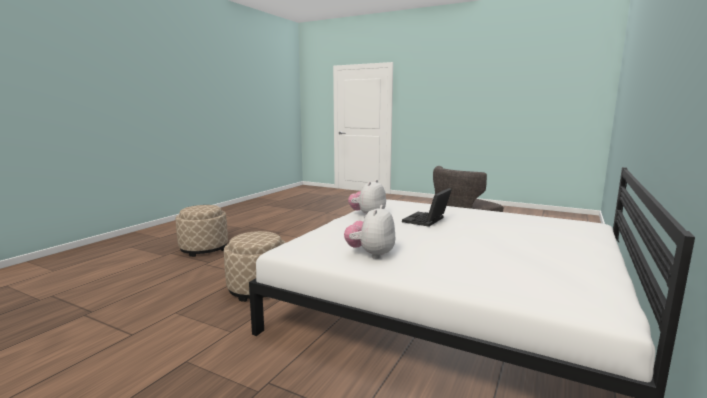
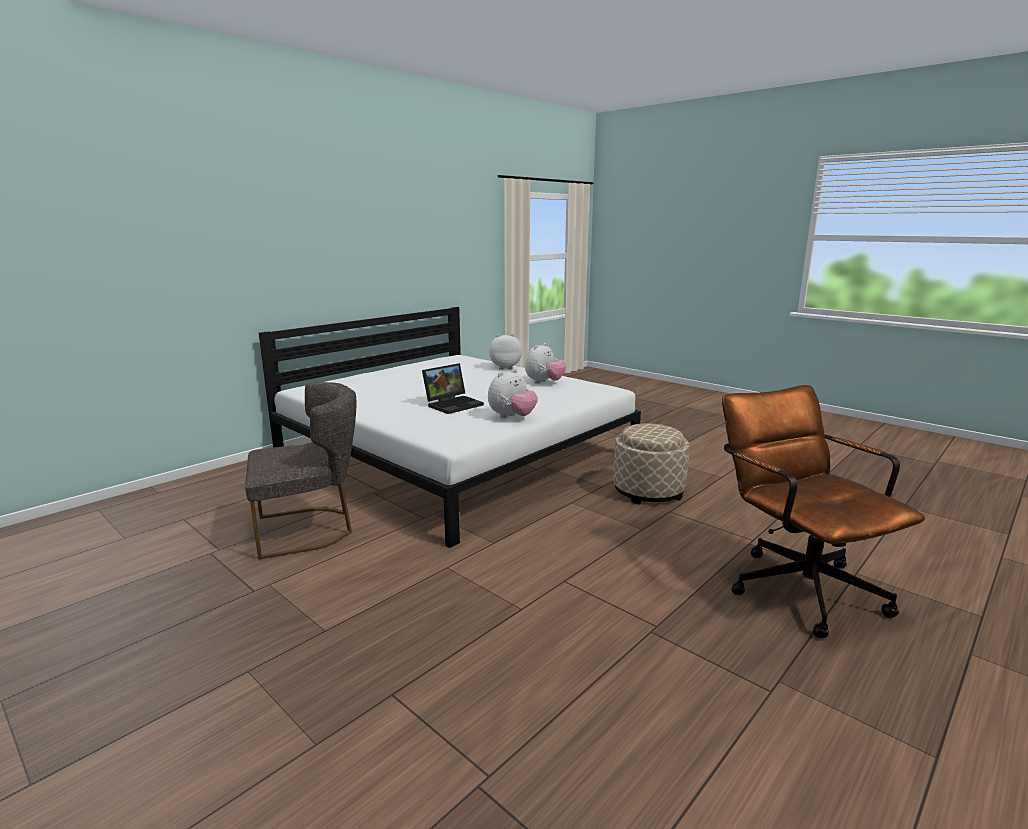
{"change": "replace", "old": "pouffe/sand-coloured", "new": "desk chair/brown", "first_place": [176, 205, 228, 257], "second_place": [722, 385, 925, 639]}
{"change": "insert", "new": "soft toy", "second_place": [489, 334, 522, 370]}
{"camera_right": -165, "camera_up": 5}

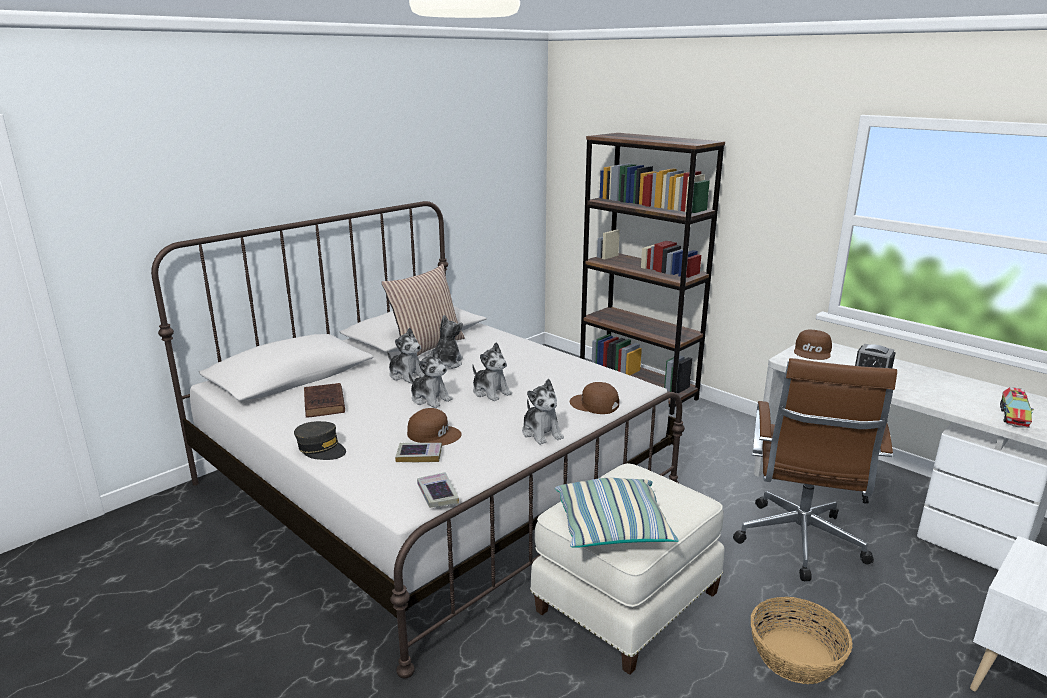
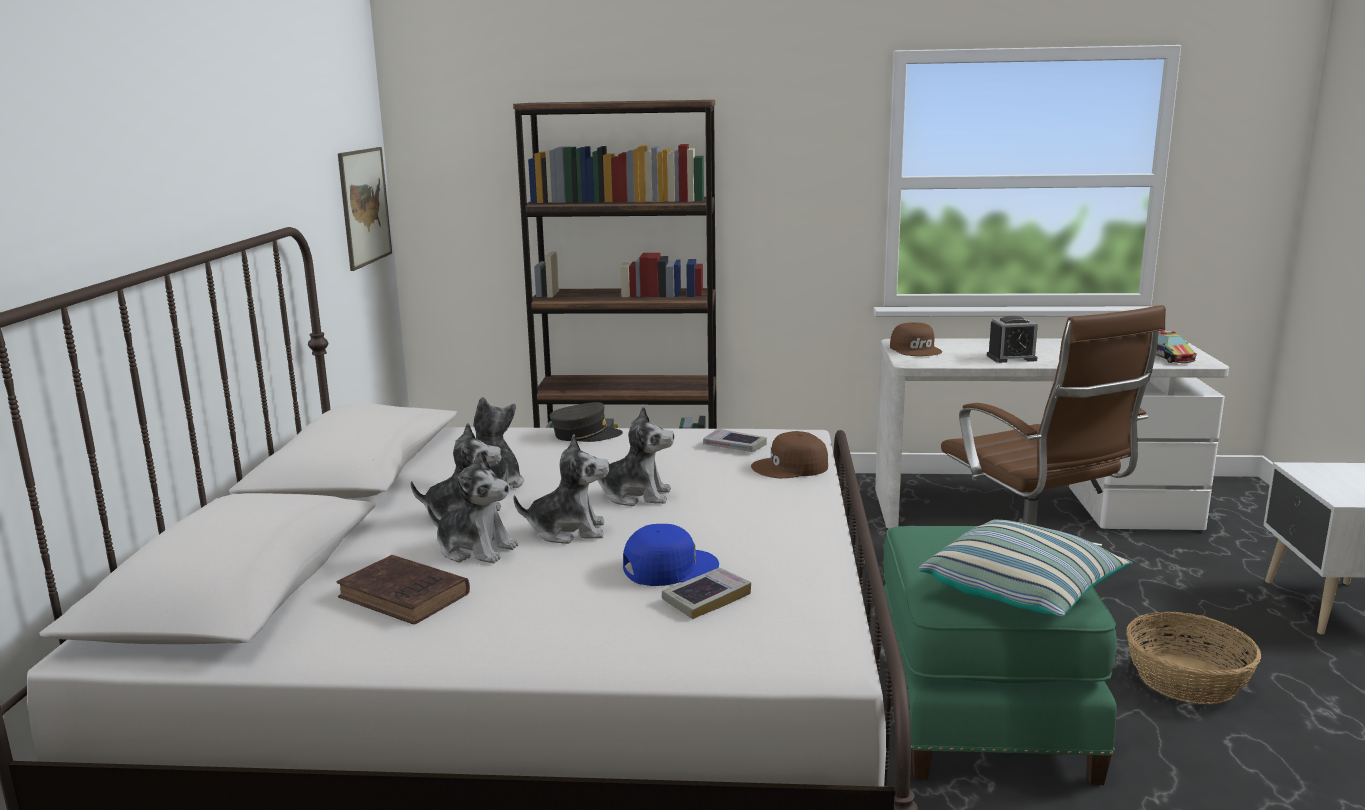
{"change": "move", "old": "cap/greyish", "first_place": [294, 421, 346, 460], "second_place": [550, 402, 623, 442]}
{"change": "delete", "old": "cushion", "first_place": [381, 264, 465, 356]}
{"change": "recolor", "old": "cap/brown", "new": "cap/bluish", "first_place": [407, 408, 462, 446], "second_place": [623, 524, 719, 586]}
{"change": "move", "old": "book", "first_place": [417, 472, 459, 508], "second_place": [703, 428, 767, 452]}
{"change": "move", "old": "soft toy", "first_place": [522, 379, 564, 445], "second_place": [427, 451, 518, 563]}
{"change": "recolor", "old": "pouffe/white", "new": "pouffe/green-coloured", "first_place": [530, 463, 724, 675], "second_place": [882, 526, 1117, 785]}
{"change": "insert", "new": "wall picture", "second_place": [338, 147, 392, 271]}
{"camera_right": -40, "camera_up": -5}

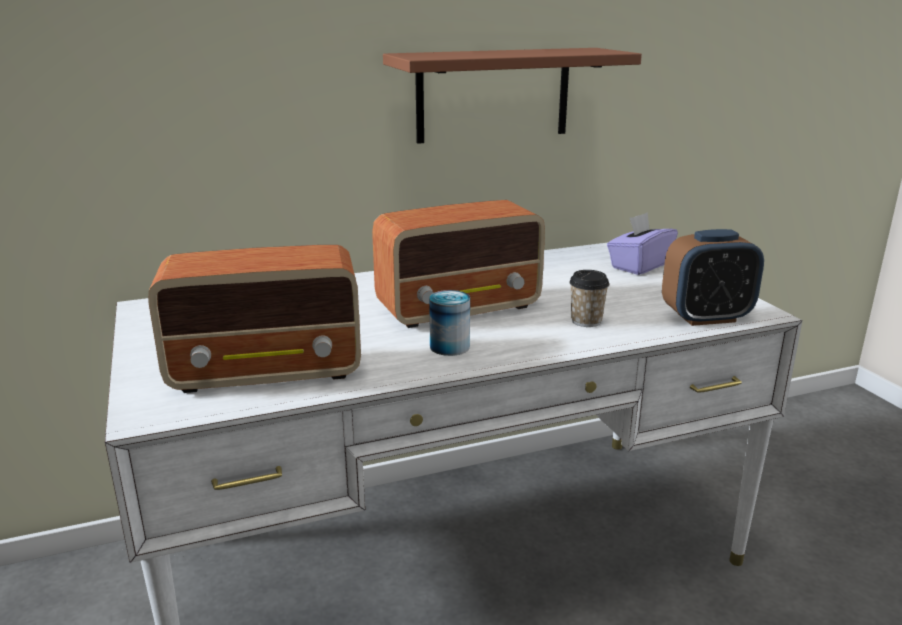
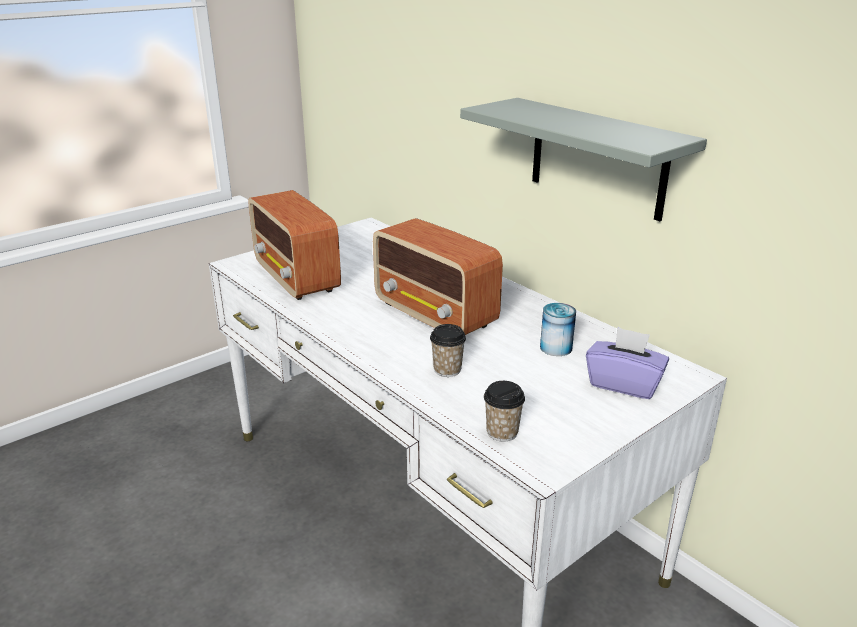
{"change": "recolor", "old": "wall shelf/brown", "new": "wall shelf/greyish", "first_place": [383, 48, 642, 144], "second_place": [460, 98, 707, 221]}
{"change": "move", "old": "metal can", "first_place": [429, 290, 470, 356], "second_place": [540, 303, 576, 356]}
{"change": "replace", "old": "alarm clock", "new": "small cup", "first_place": [662, 229, 764, 326], "second_place": [484, 381, 525, 442]}
{"camera_right": 70, "camera_up": 5}

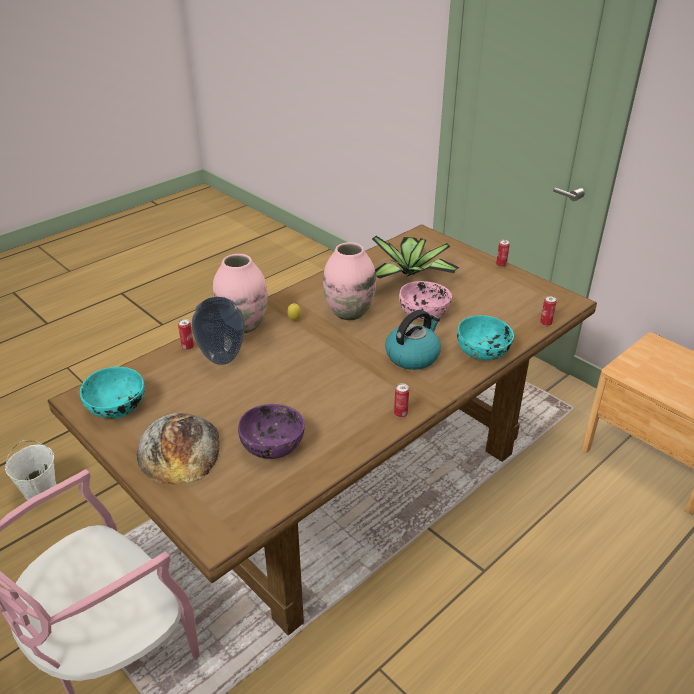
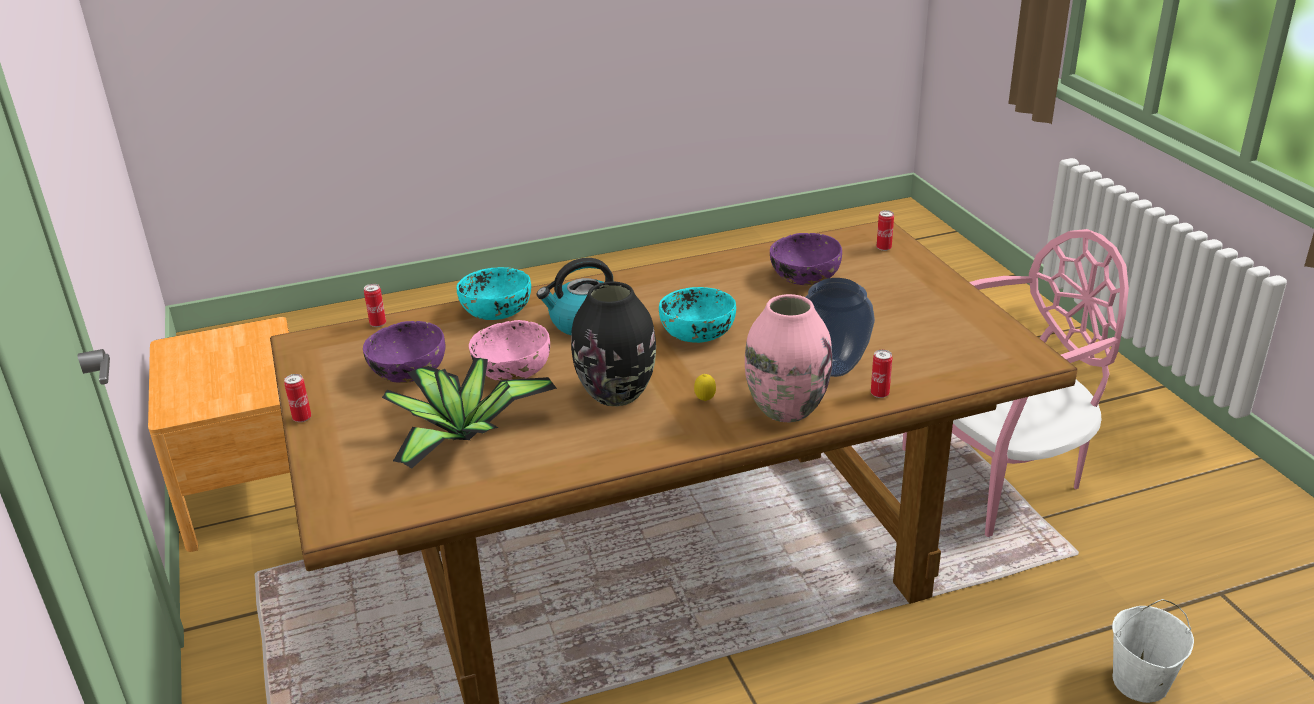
{"change": "move", "old": "bowl/turquoise", "first_place": [80, 367, 145, 419], "second_place": [659, 287, 736, 343]}
{"change": "delete", "old": "baked bread", "first_place": [137, 413, 220, 484]}
{"change": "recolor", "old": "decorative vase/pinkish", "new": "decorative vase/blackish", "first_place": [323, 242, 376, 321], "second_place": [571, 282, 656, 406]}
{"change": "move", "old": "metal can", "first_place": [394, 383, 409, 418], "second_place": [876, 210, 894, 251]}
{"change": "insert", "new": "bowl/purple-coloured", "second_place": [363, 321, 445, 383]}
{"camera_right": -155, "camera_up": -5}

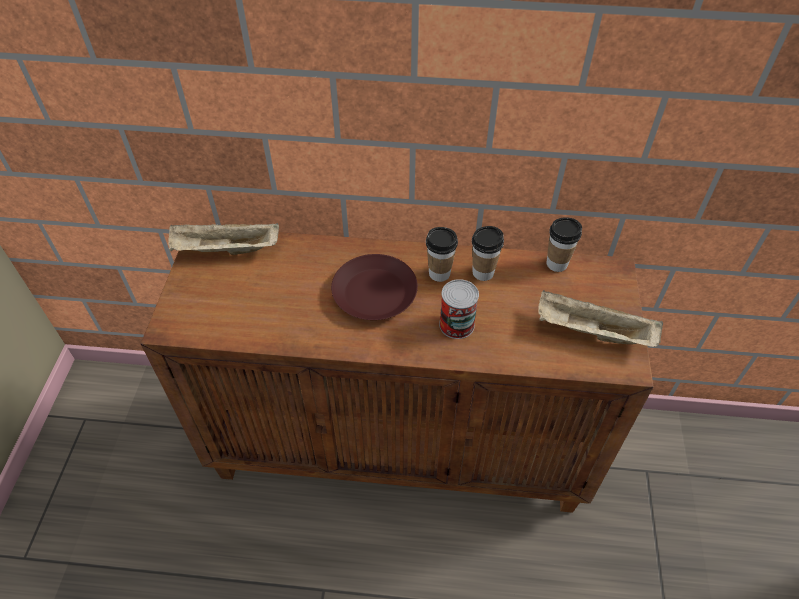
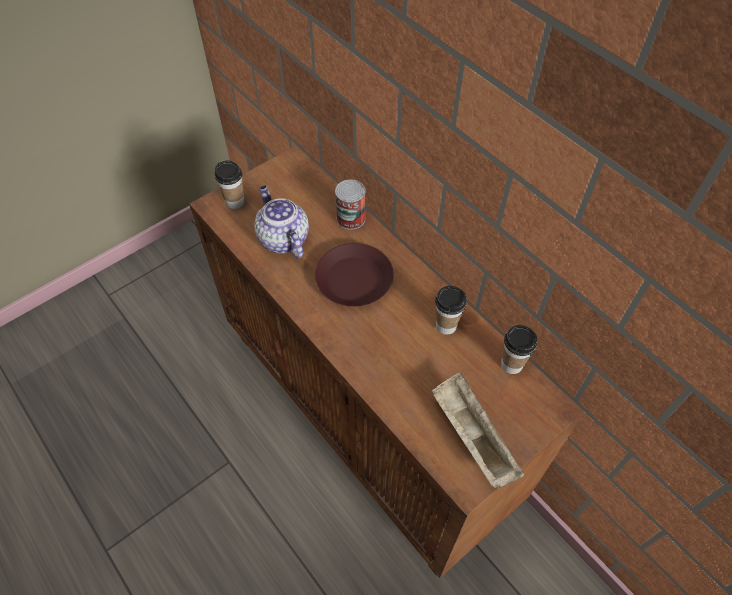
{"change": "delete", "old": "carrying tray/sand-coloured", "first_place": [168, 223, 279, 255]}
{"change": "move", "old": "small cup", "first_place": [426, 227, 458, 282], "second_place": [215, 160, 244, 209]}
{"change": "move", "old": "metal can", "first_place": [439, 279, 479, 339], "second_place": [335, 179, 366, 230]}
{"change": "insert", "new": "pot for tea", "second_place": [254, 185, 309, 259]}
{"camera_right": 45, "camera_up": 5}

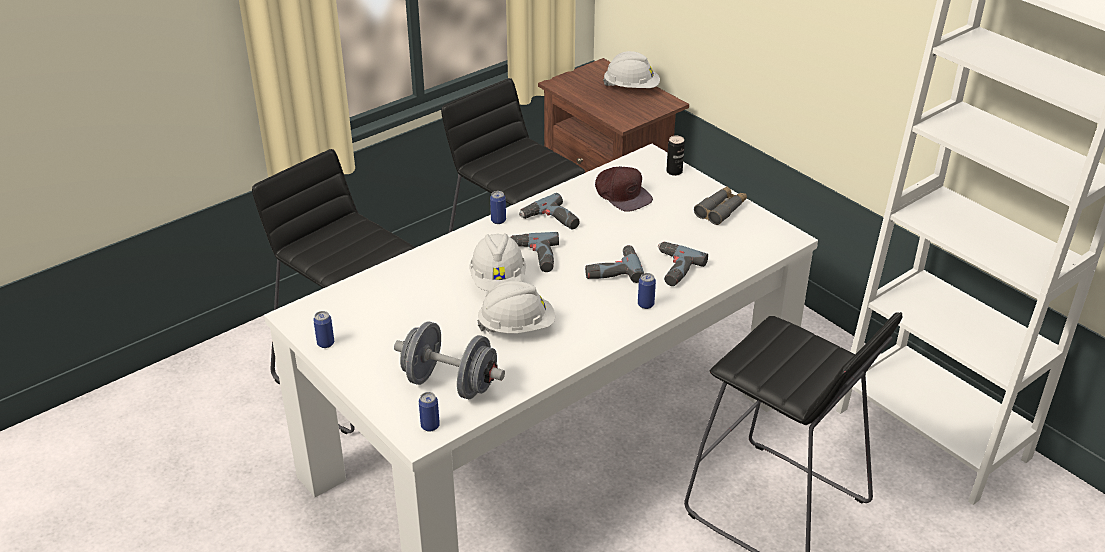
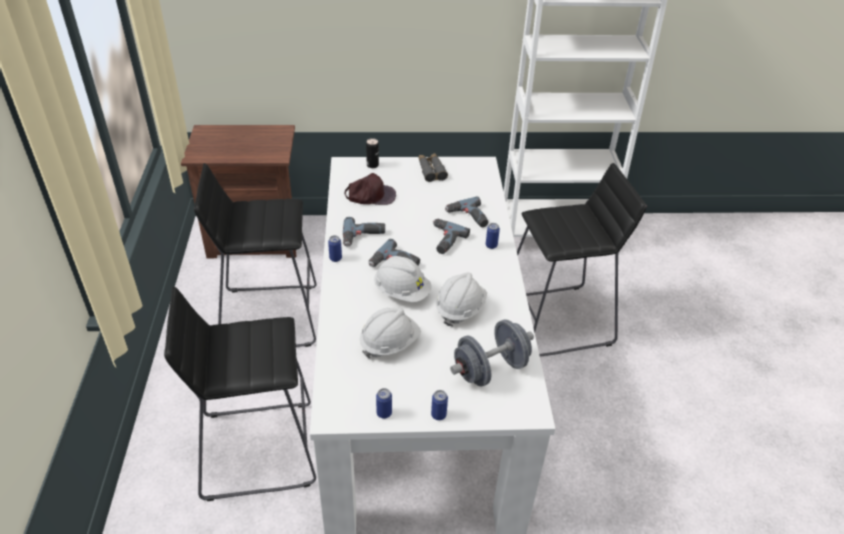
{"change": "move", "old": "metal can", "first_place": [419, 392, 440, 432], "second_place": [431, 390, 448, 420]}
{"change": "move", "old": "safety helmet/white", "first_place": [603, 51, 660, 88], "second_place": [360, 308, 421, 359]}
{"camera_right": -55, "camera_up": 5}

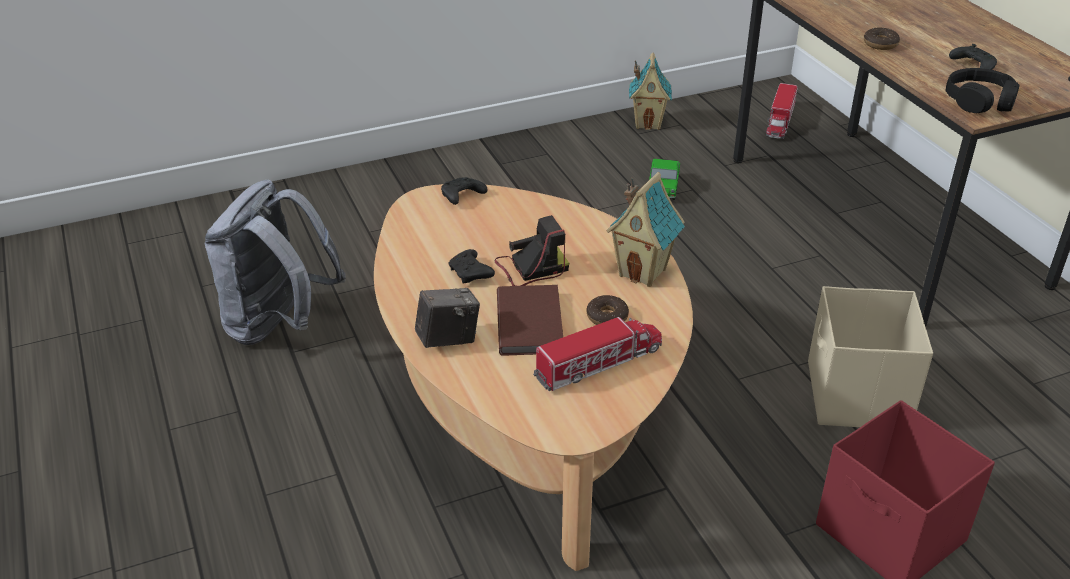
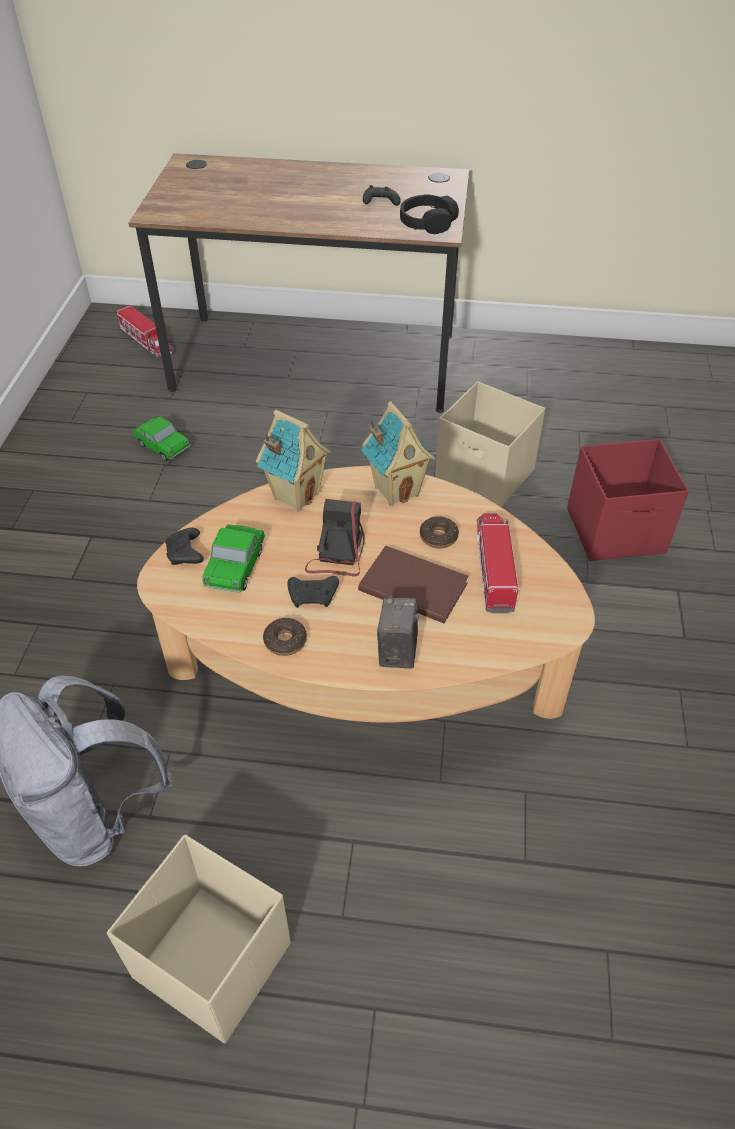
{"change": "move", "old": "model house", "first_place": [629, 53, 672, 130], "second_place": [256, 410, 331, 512]}
{"change": "move", "old": "donut", "first_place": [864, 28, 900, 50], "second_place": [263, 618, 307, 656]}
{"change": "insert", "new": "storage box/sand-coloured", "second_place": [107, 834, 291, 1044]}
{"change": "insert", "new": "model car", "second_place": [202, 524, 265, 593]}
{"camera_right": -60, "camera_up": 10}

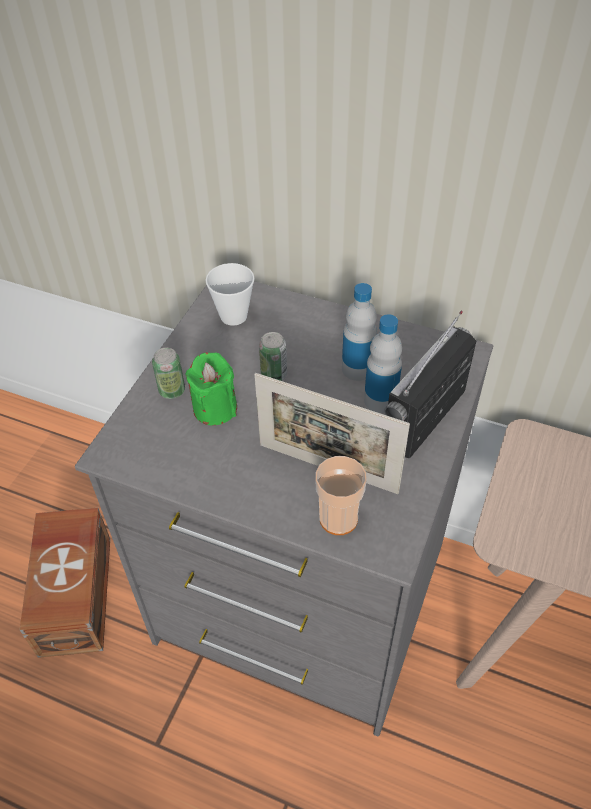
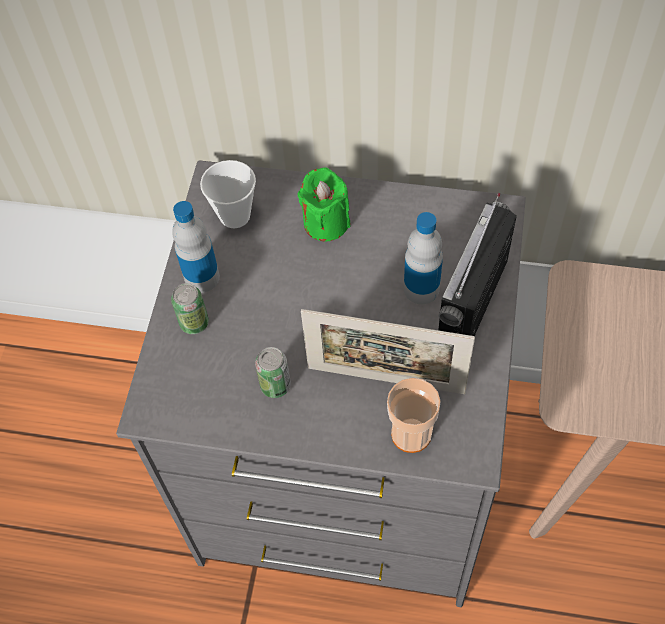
{"change": "delete", "old": "storage box/brown", "first_place": [20, 508, 110, 658]}
{"change": "move", "old": "candle/green-coloured", "first_place": [185, 352, 237, 425], "second_place": [298, 167, 351, 242]}
{"change": "move", "old": "metal can", "first_place": [259, 332, 287, 381], "second_place": [255, 347, 291, 398]}
{"change": "move", "old": "bottle", "first_place": [342, 283, 377, 381], "second_place": [172, 201, 220, 293]}
{"camera_right": -10, "camera_up": 10}

